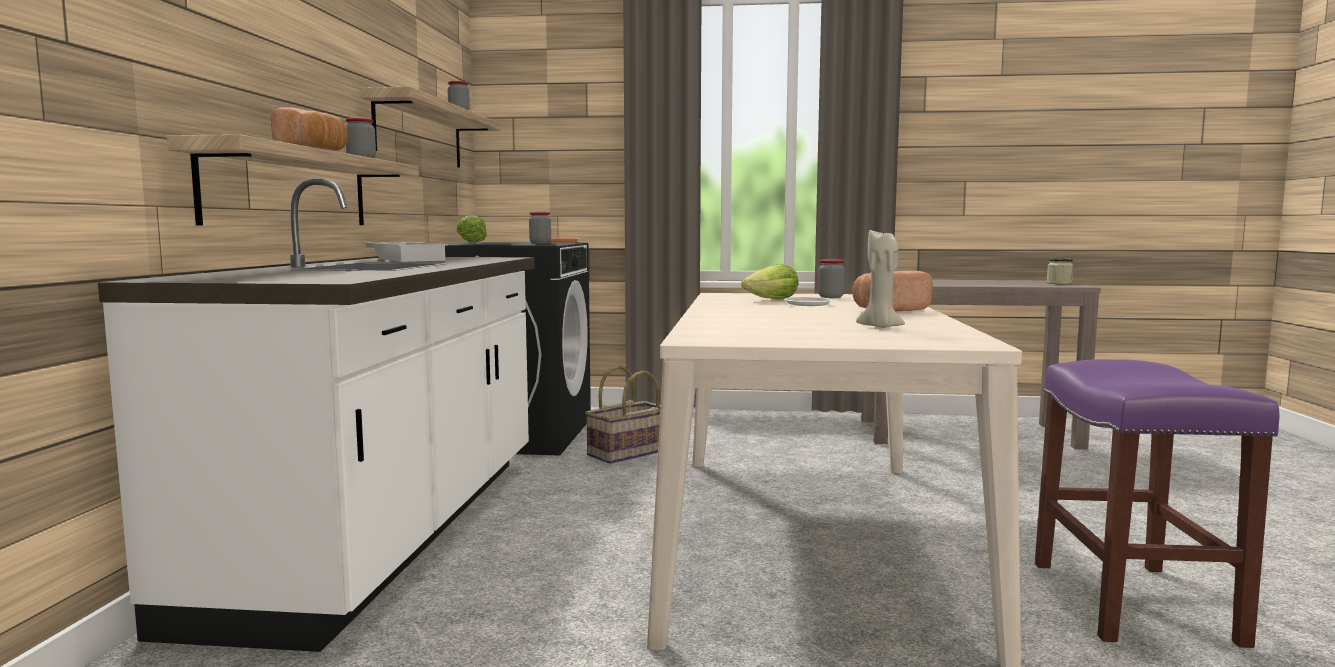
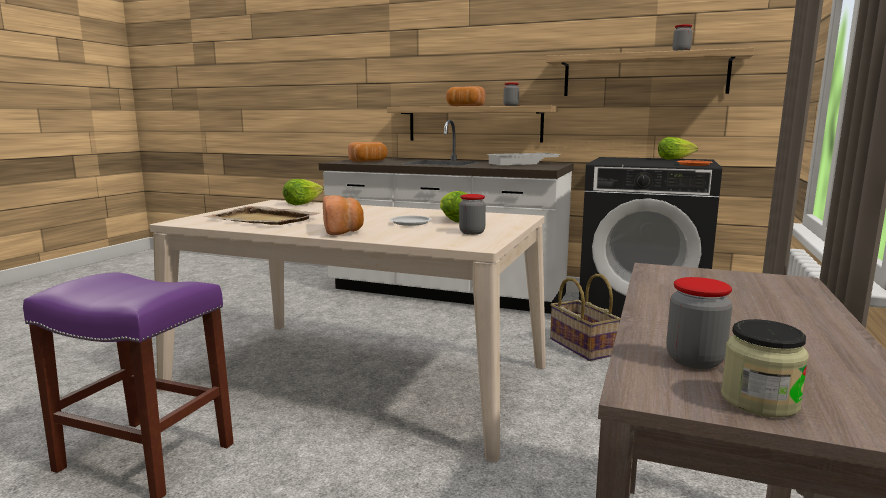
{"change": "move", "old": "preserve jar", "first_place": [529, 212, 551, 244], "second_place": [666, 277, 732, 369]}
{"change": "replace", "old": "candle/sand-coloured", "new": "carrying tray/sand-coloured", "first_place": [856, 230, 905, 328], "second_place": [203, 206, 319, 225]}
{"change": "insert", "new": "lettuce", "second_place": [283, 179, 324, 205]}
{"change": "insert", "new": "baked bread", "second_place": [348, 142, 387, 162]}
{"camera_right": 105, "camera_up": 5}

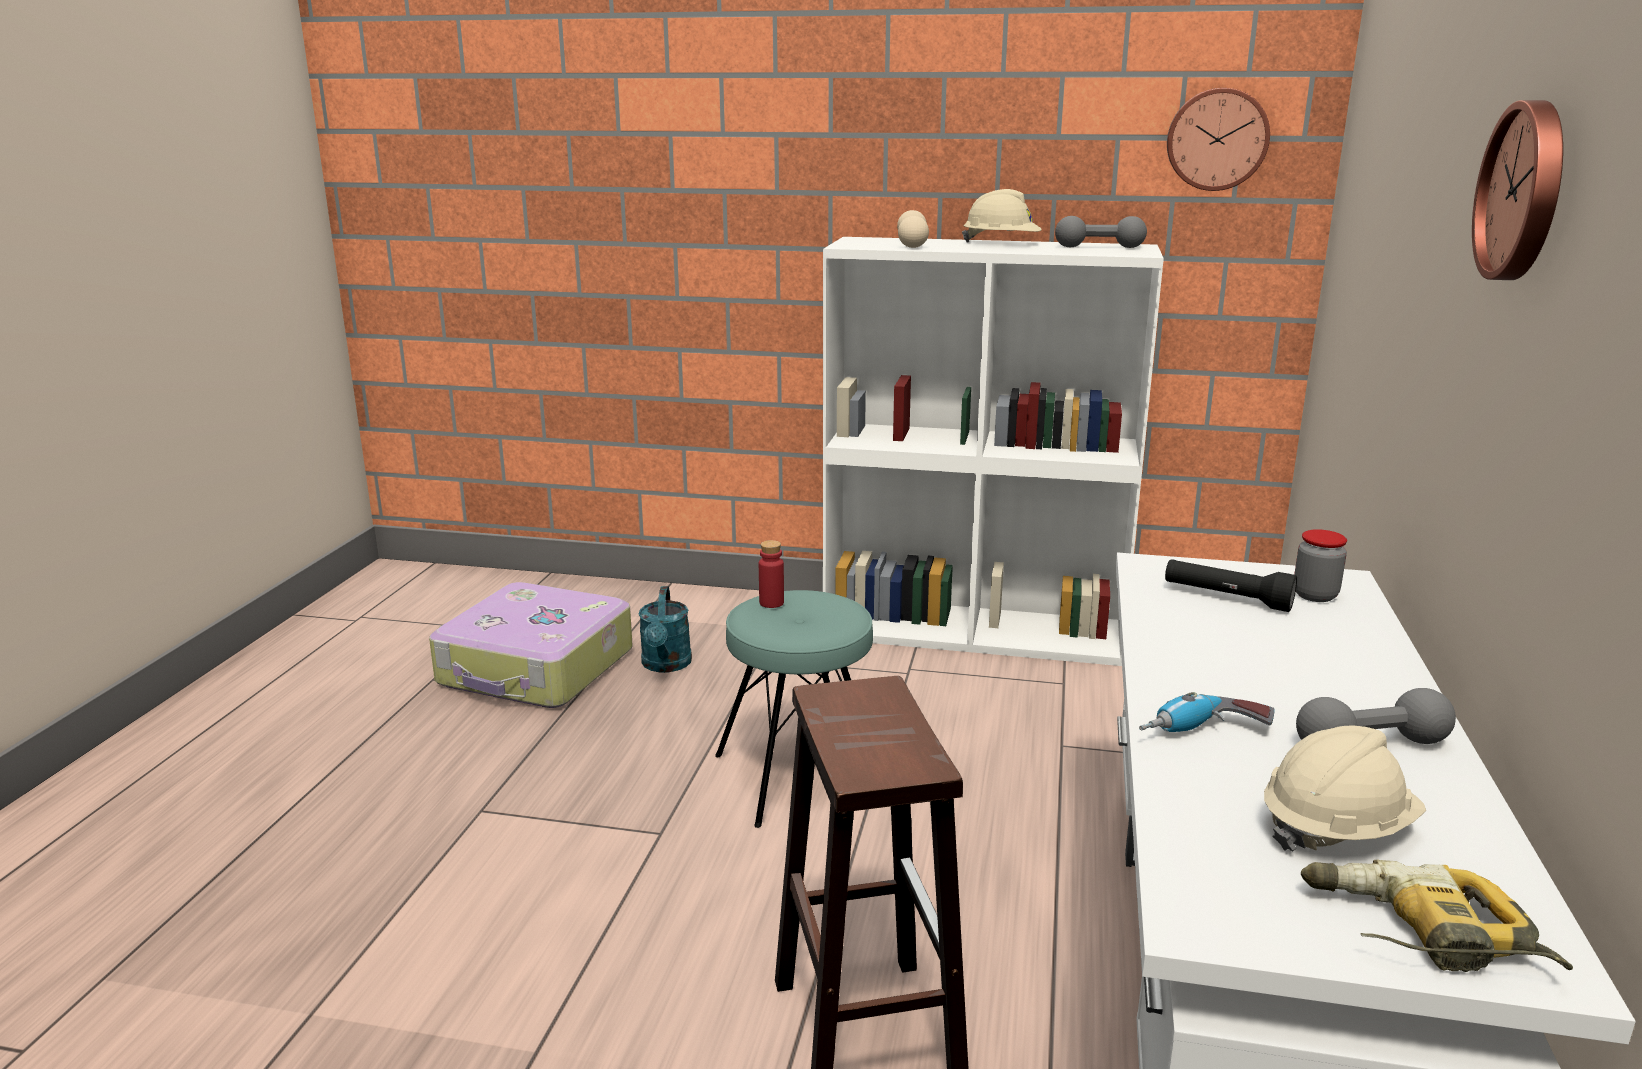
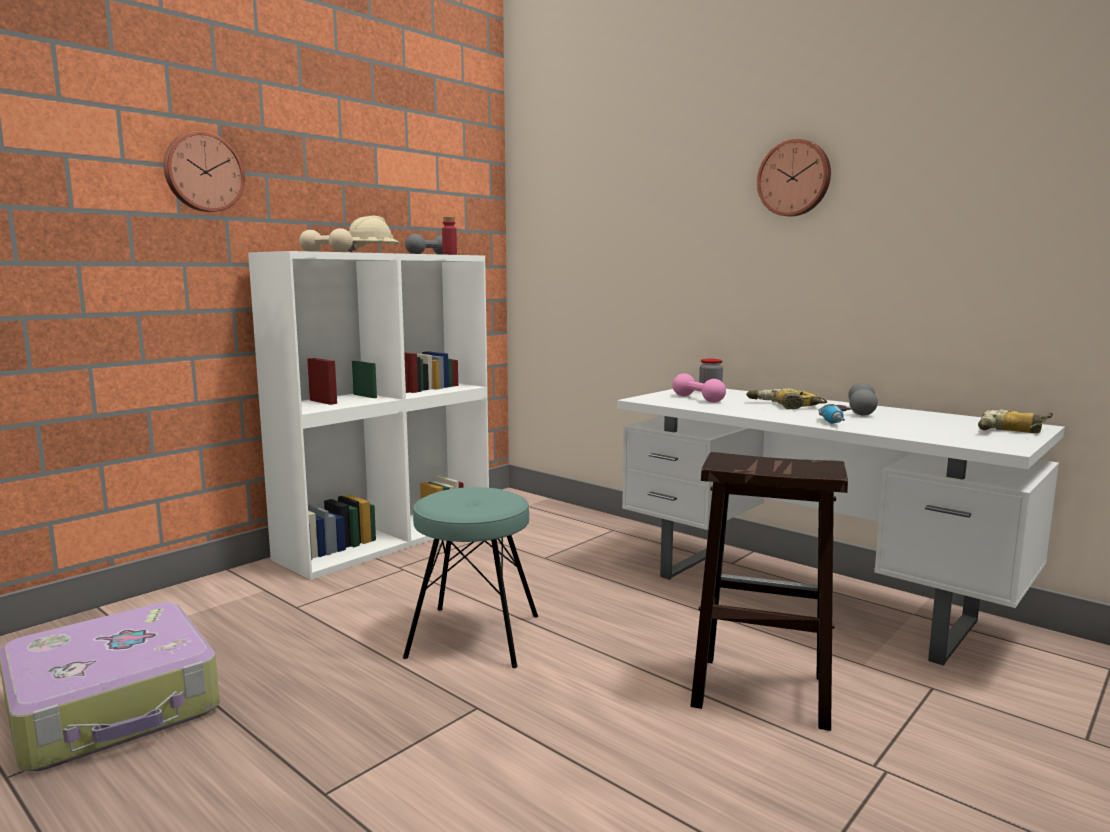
{"change": "delete", "old": "watering pot/turquoise", "first_place": [638, 586, 692, 673]}
{"change": "move", "old": "bottle/reddish", "first_place": [759, 540, 784, 608], "second_place": [442, 217, 457, 255]}
{"change": "replace", "old": "flashlight/blackish", "new": "hand weight/pinkish", "first_place": [1165, 559, 1297, 612], "second_place": [672, 374, 726, 403]}
{"change": "move", "old": "wall clock", "first_place": [1167, 88, 1270, 191], "second_place": [164, 131, 245, 212]}
{"change": "delete", "old": "safety helmet/sand-coloured", "first_place": [1264, 726, 1426, 851]}
{"change": "insert", "new": "power drill", "second_place": [746, 388, 827, 409]}
{"camera_right": -60, "camera_up": -10}

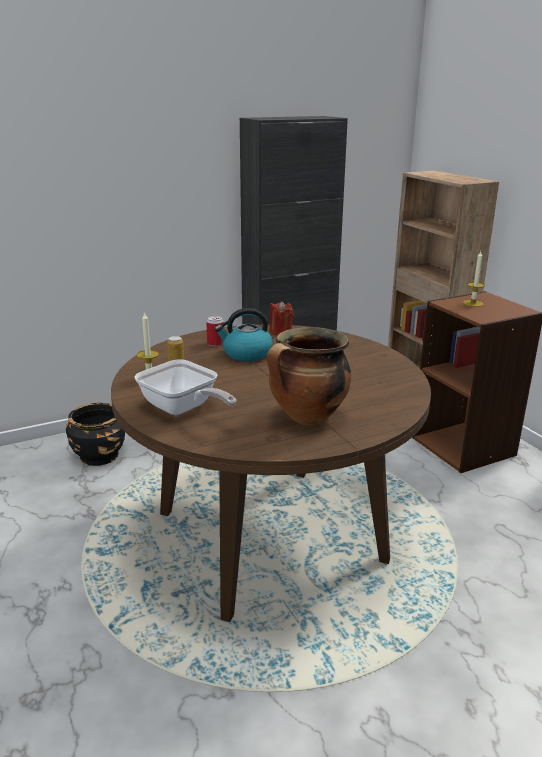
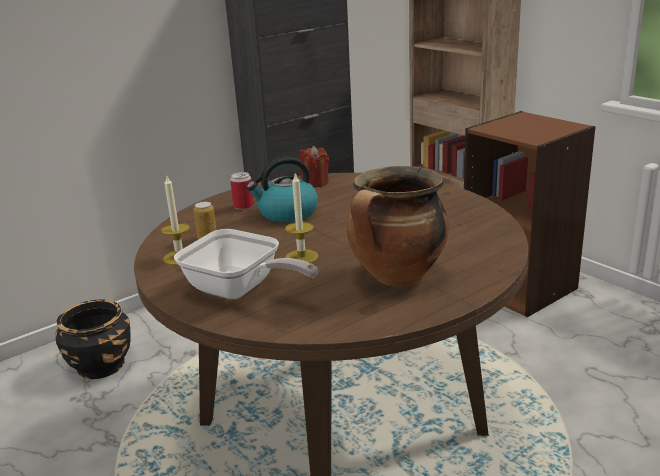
{"change": "move", "old": "candle", "first_place": [463, 251, 485, 307], "second_place": [285, 173, 318, 263]}
{"camera_right": -10, "camera_up": 0}

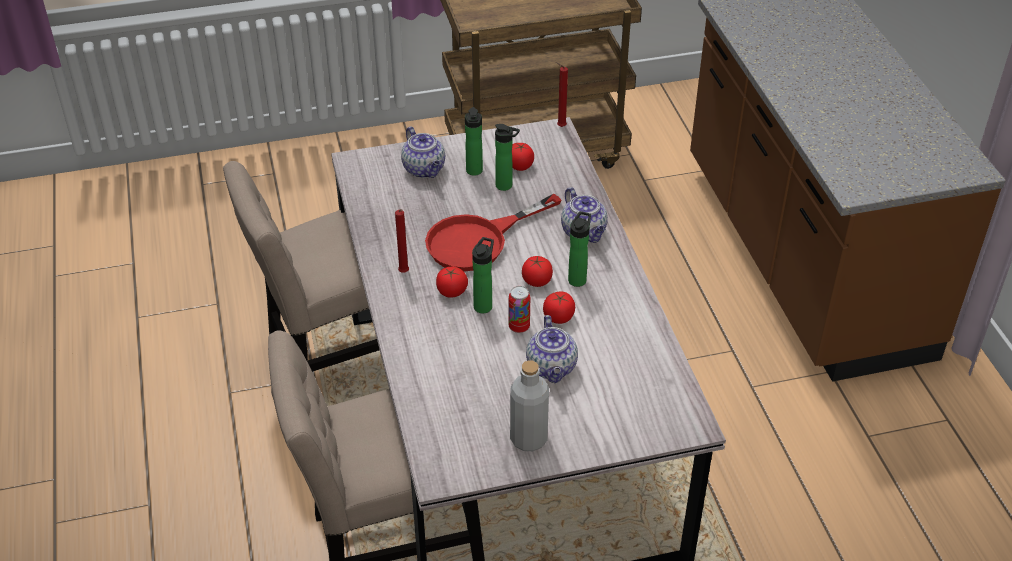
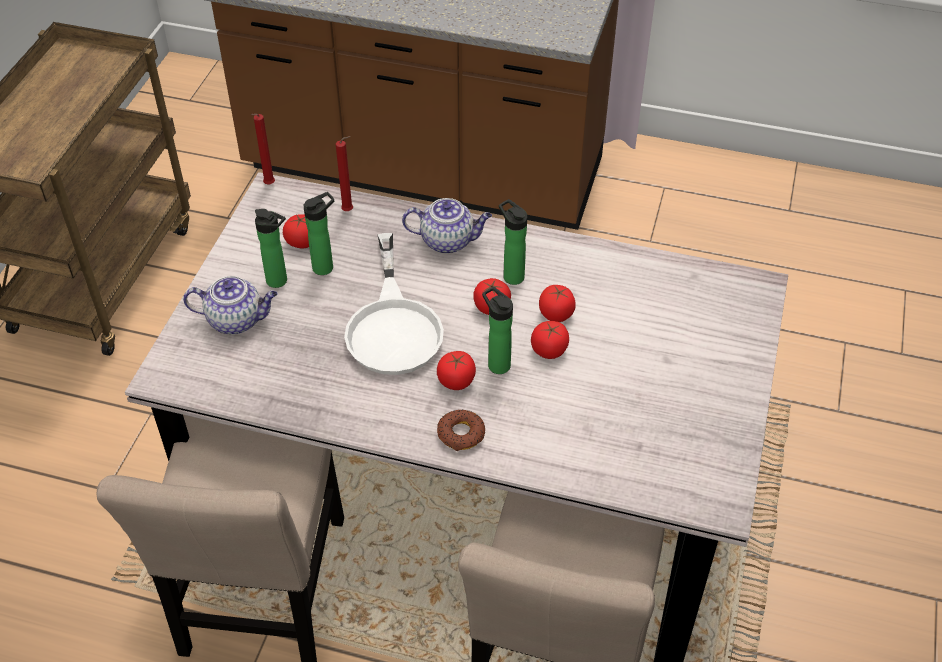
{"change": "move", "old": "candle/reddish", "first_place": [395, 209, 409, 272], "second_place": [336, 136, 353, 211]}
{"change": "recolor", "old": "frying pan/reddish", "new": "frying pan/white", "first_place": [425, 194, 561, 272], "second_place": [344, 233, 444, 375]}
{"change": "replace", "old": "metal can", "new": "fresh tomato", "first_place": [509, 286, 530, 333], "second_place": [531, 321, 569, 359]}
{"change": "delete", "old": "bottle/greyish", "first_place": [510, 360, 549, 451]}
{"change": "delete", "old": "pot for tea", "first_place": [526, 315, 578, 383]}
{"change": "insert", "new": "donut", "second_place": [437, 410, 486, 451]}
{"camera_right": -60, "camera_up": 5}

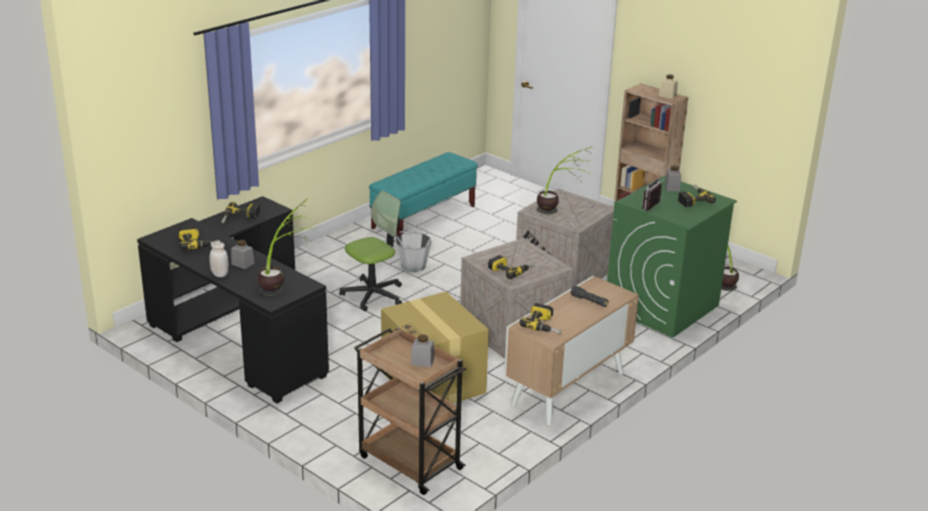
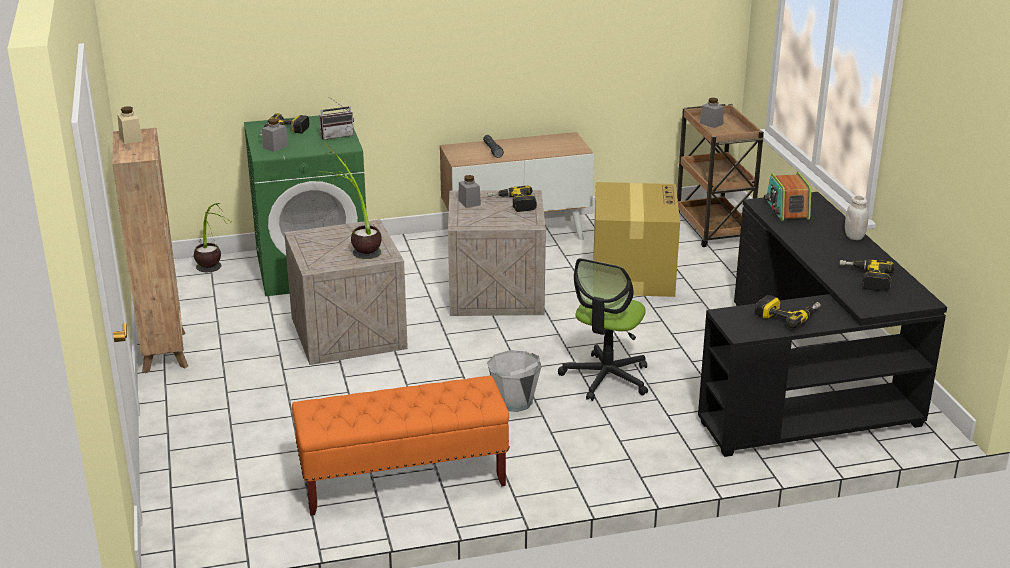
{"change": "move", "old": "preserve jar/greyish", "first_place": [231, 240, 254, 269], "second_place": [458, 175, 481, 208]}
{"change": "replace", "old": "potted plant", "new": "radio set", "first_place": [258, 198, 316, 296], "second_place": [764, 172, 811, 221]}
{"change": "rotate", "old": "desk chair", "first_place": [339, 191, 402, 311], "second_place": [558, 258, 648, 401], "degrees": -60}
{"change": "recolor", "old": "indoor bench/turquoise", "new": "indoor bench/orange-coloured", "first_place": [369, 152, 478, 237], "second_place": [292, 376, 510, 516]}
{"change": "delete", "old": "power drill", "first_place": [520, 303, 562, 334]}
{"camera_right": -145, "camera_up": 0}

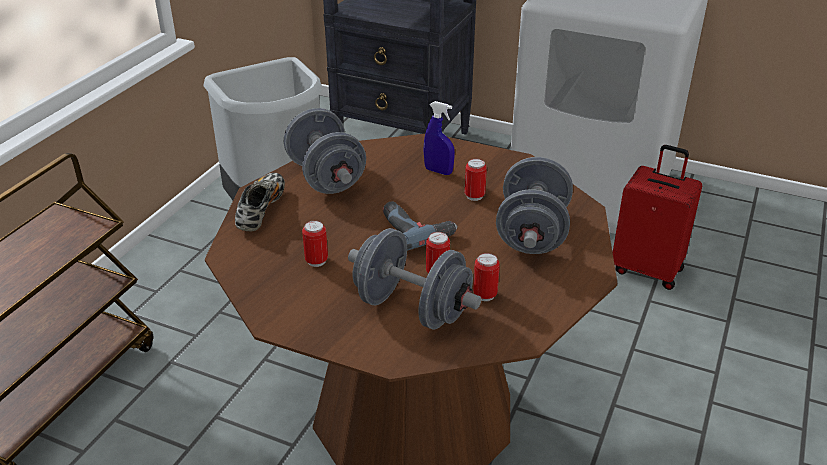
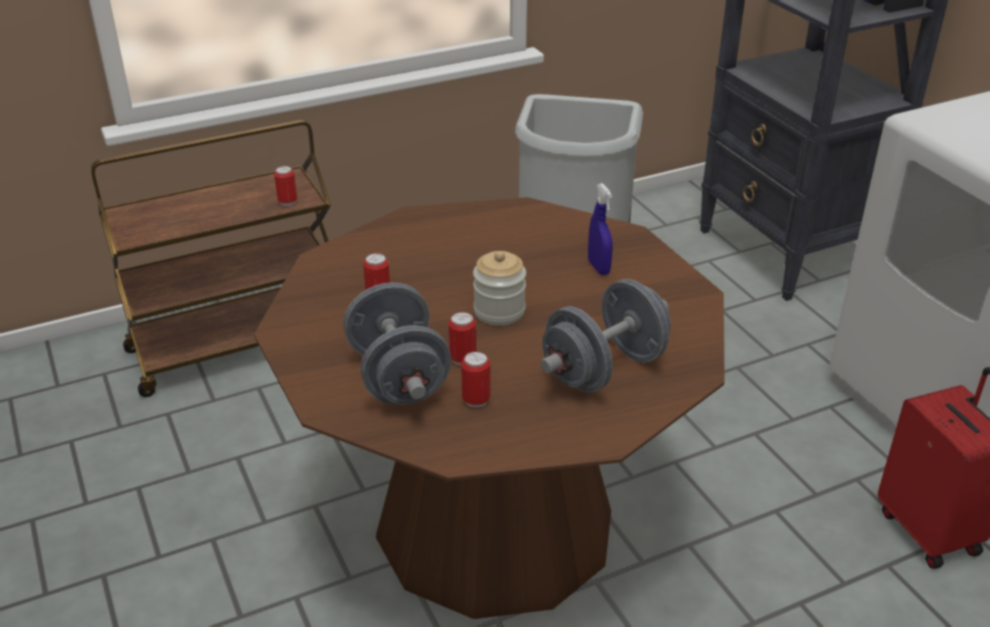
{"change": "delete", "old": "shoe", "first_place": [235, 173, 285, 231]}
{"change": "delete", "old": "hand weight/greyish", "first_place": [284, 108, 366, 194]}
{"change": "replace", "old": "power drill", "new": "preserve jar", "first_place": [383, 201, 457, 251], "second_place": [473, 251, 526, 326]}
{"change": "move", "old": "metal can", "first_place": [465, 159, 487, 201], "second_place": [274, 166, 297, 206]}
{"camera_right": 40, "camera_up": 0}

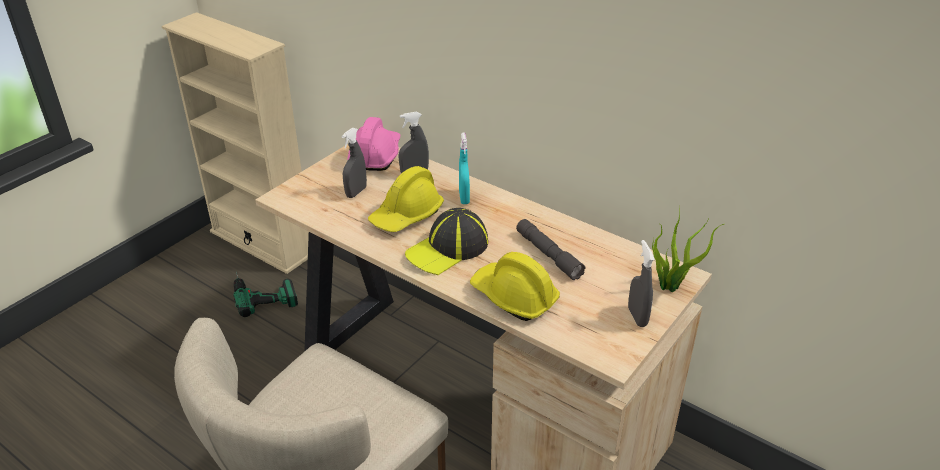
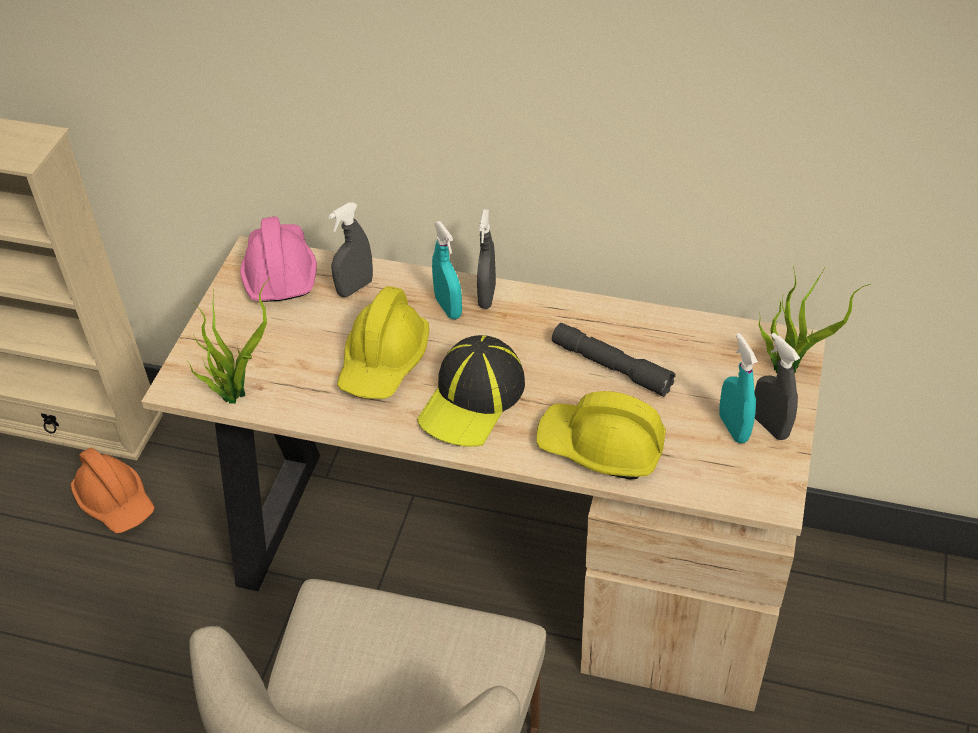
{"change": "replace", "old": "power drill", "new": "safety helmet/orange-coloured", "first_place": [233, 272, 298, 317], "second_place": [71, 447, 155, 533]}
{"change": "move", "old": "sprayer/greyish", "first_place": [342, 127, 367, 198], "second_place": [477, 209, 496, 309]}
{"change": "insert", "new": "potted plant", "second_place": [188, 277, 271, 404]}
{"change": "insert", "new": "sprayer/turquoise", "second_place": [719, 333, 758, 443]}
{"camera_right": -20, "camera_up": 10}

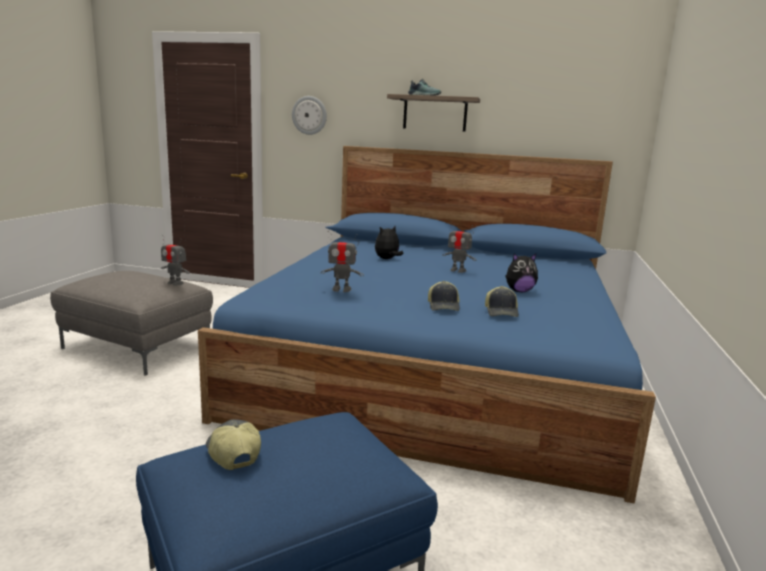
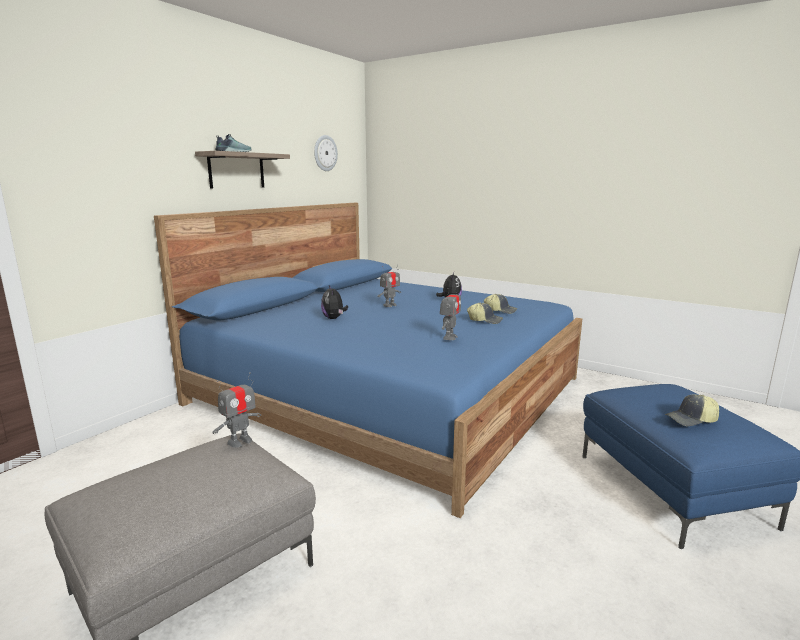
{"change": "move", "old": "wall clock", "first_place": [292, 96, 327, 135], "second_place": [314, 135, 338, 171]}
{"camera_right": -70, "camera_up": 0}

